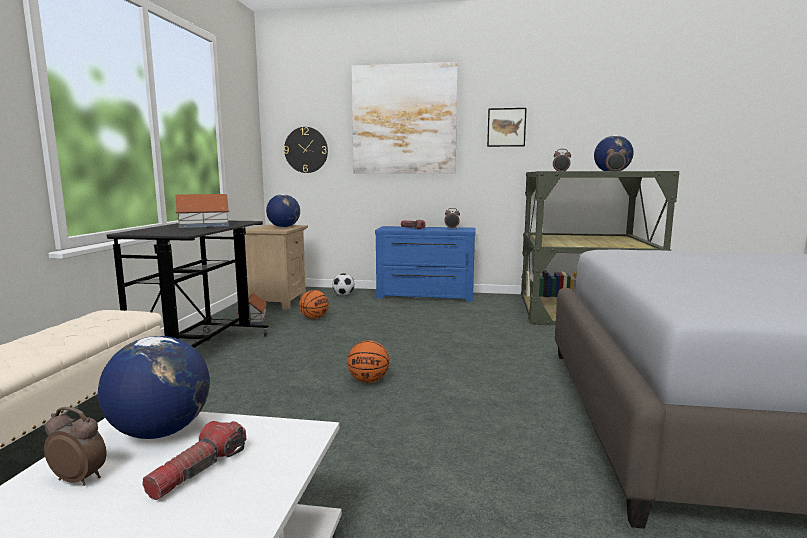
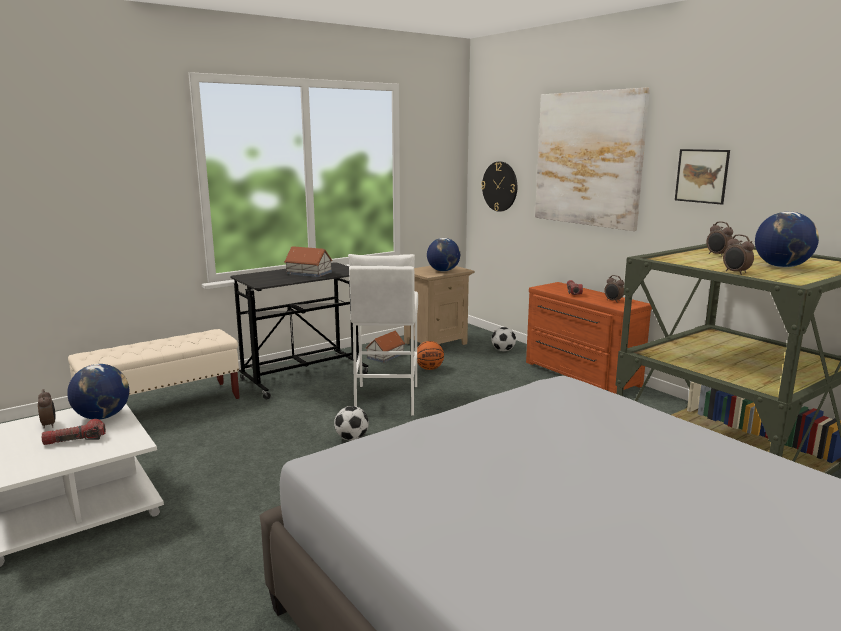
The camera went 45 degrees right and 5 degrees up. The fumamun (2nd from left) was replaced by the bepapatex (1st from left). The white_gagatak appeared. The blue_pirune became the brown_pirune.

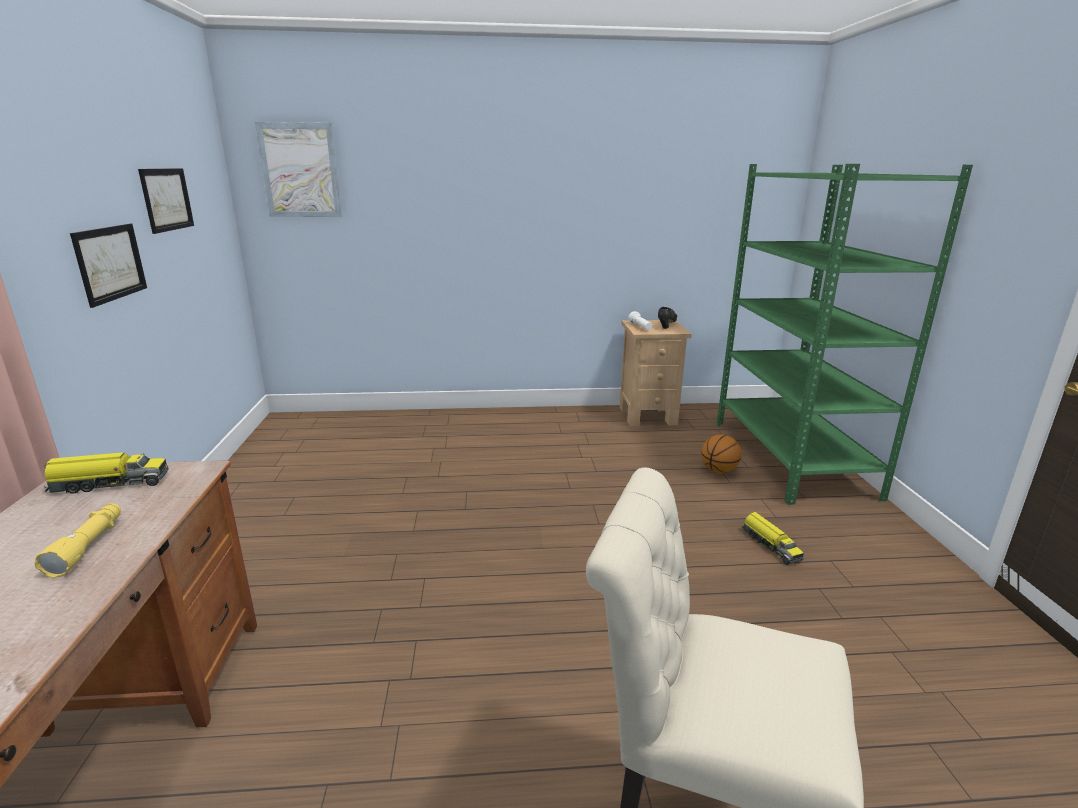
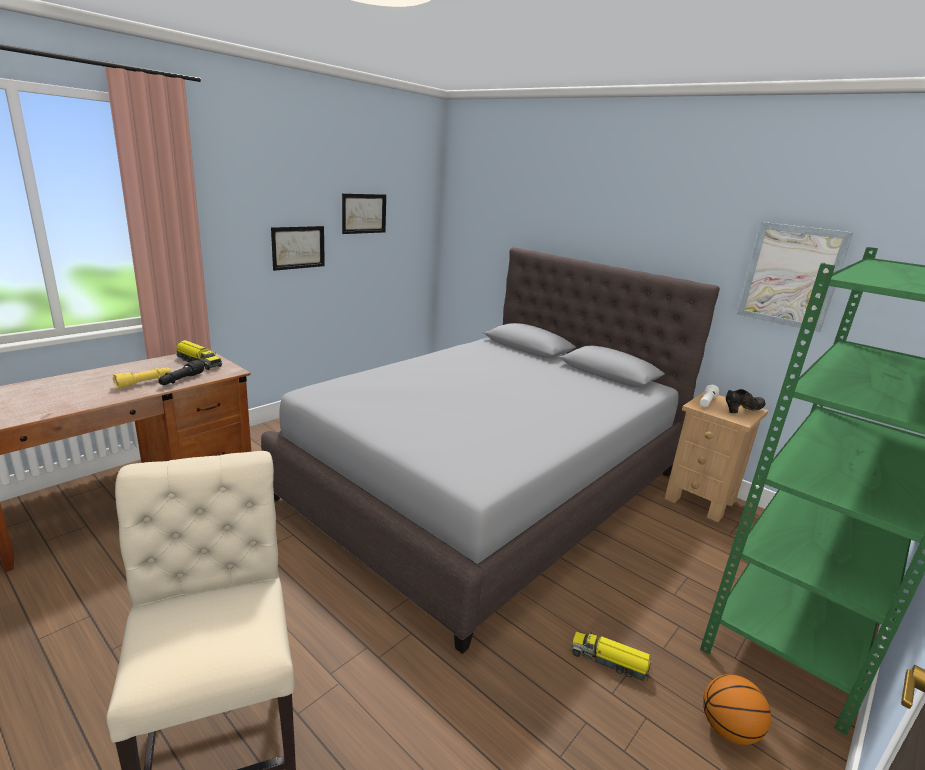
The camera went 45 degrees right and 0 degrees up. The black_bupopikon appeared. The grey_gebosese appeared. The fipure (2nd from left) turned 90 degrees clockwise. The fumamun moved. The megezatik (3rd from left) moved.

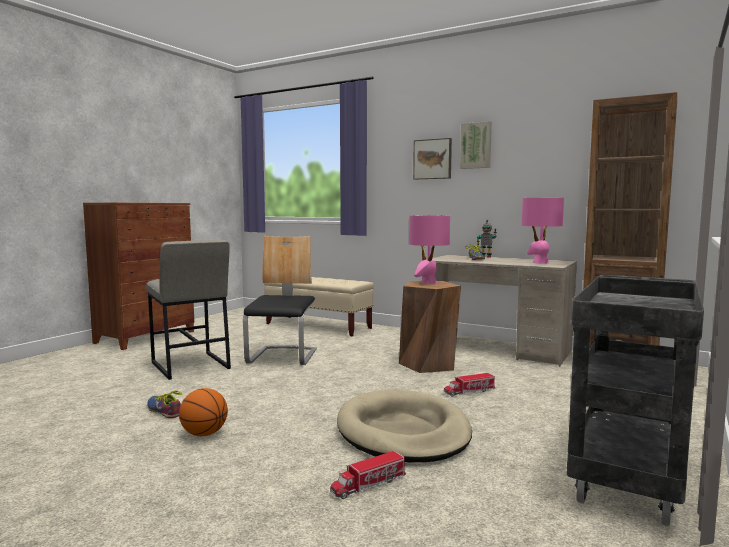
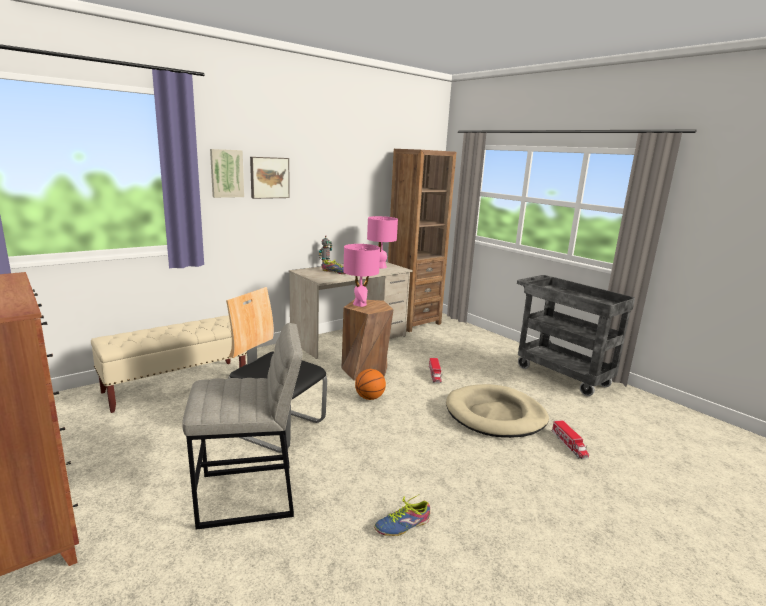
The camera went 70 degrees left and 10 degrees up. The megezatik (2nd from left in the first image) moved. The fumamun moved.

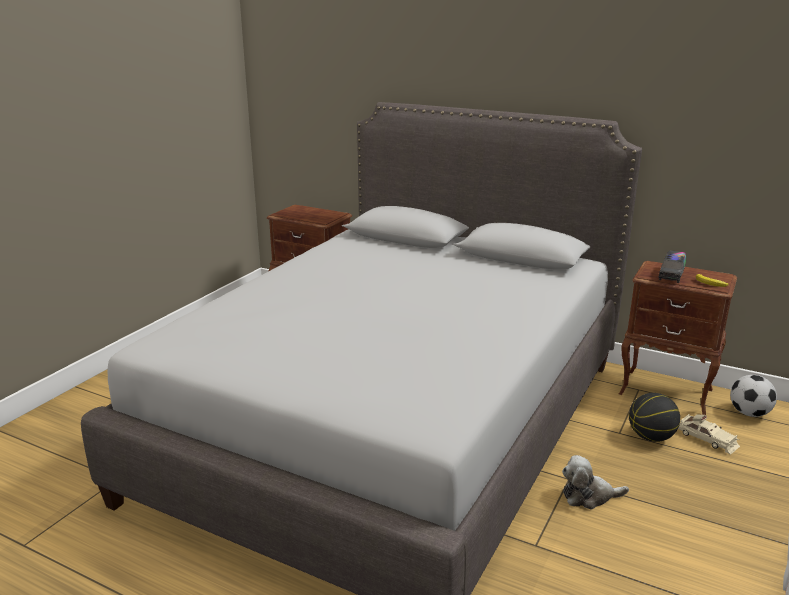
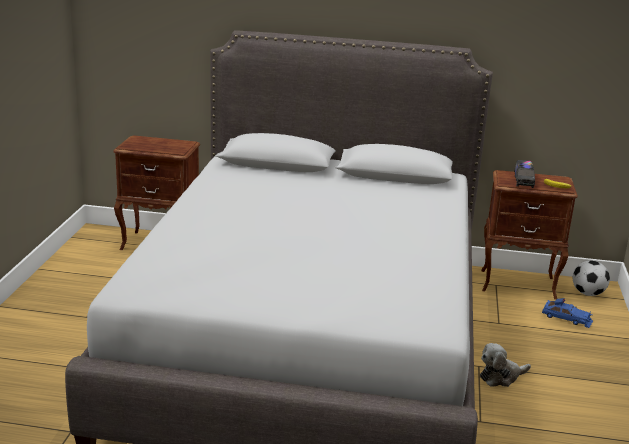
The camera went 20 degrees left and 0 degrees up. The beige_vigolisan became the blue_vigolisan. The fumamun disappeared.

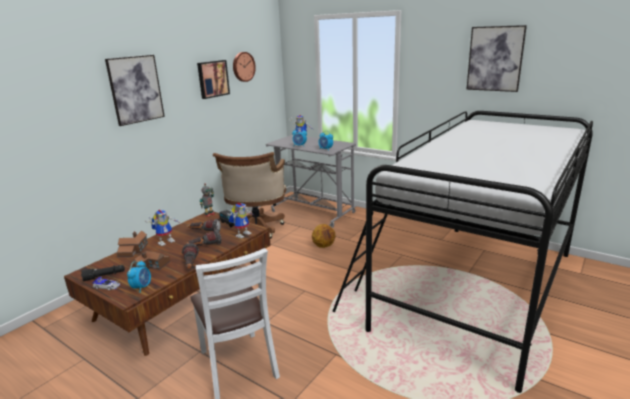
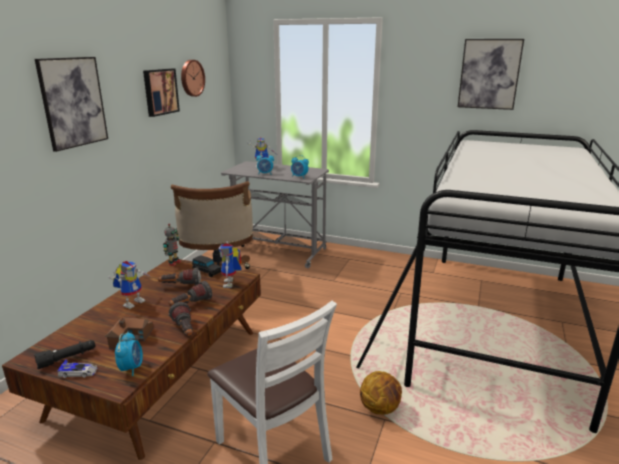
The camera went 15 degrees left and 0 degrees up. The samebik (3rd from left) turned 150 degrees clockwise. The fumamun moved. The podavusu (1st from left) disappeared.

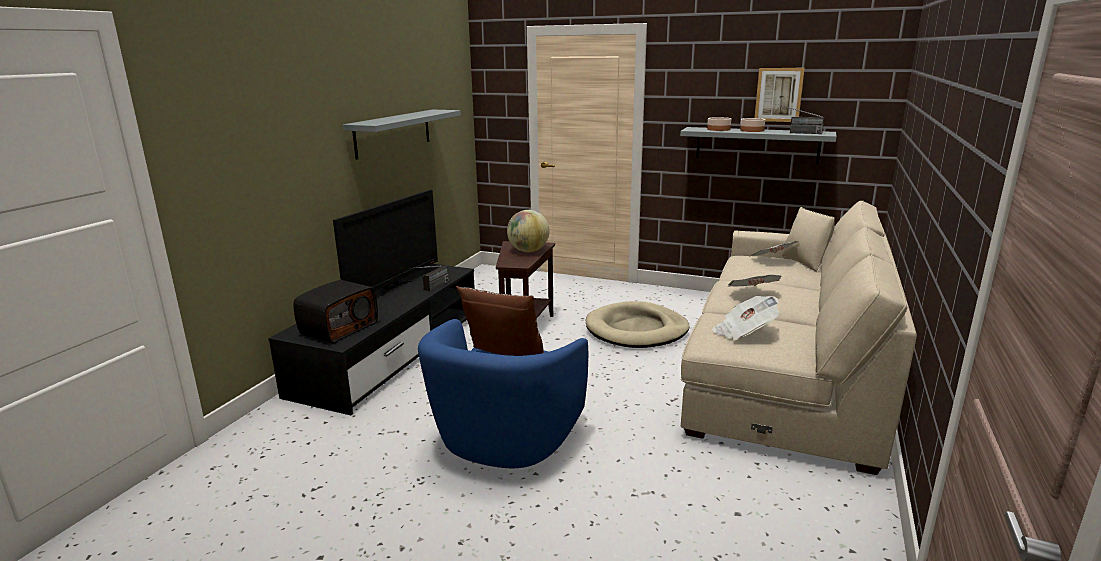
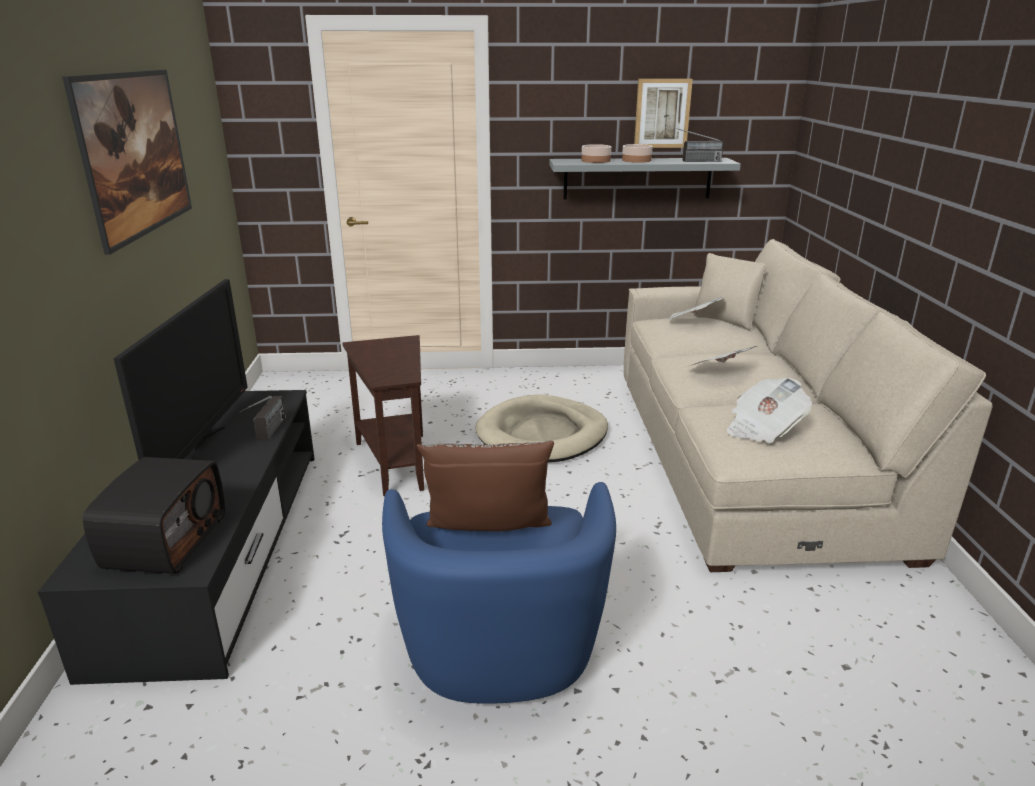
The camera went 25 degrees left and 5 degrees up. The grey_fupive (1st from left) was replaced by the megezatik (1st from left). The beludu disappeared.

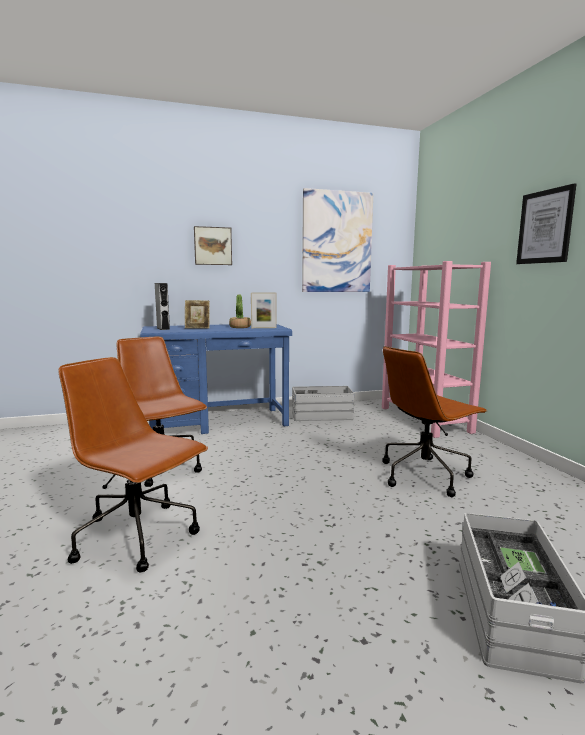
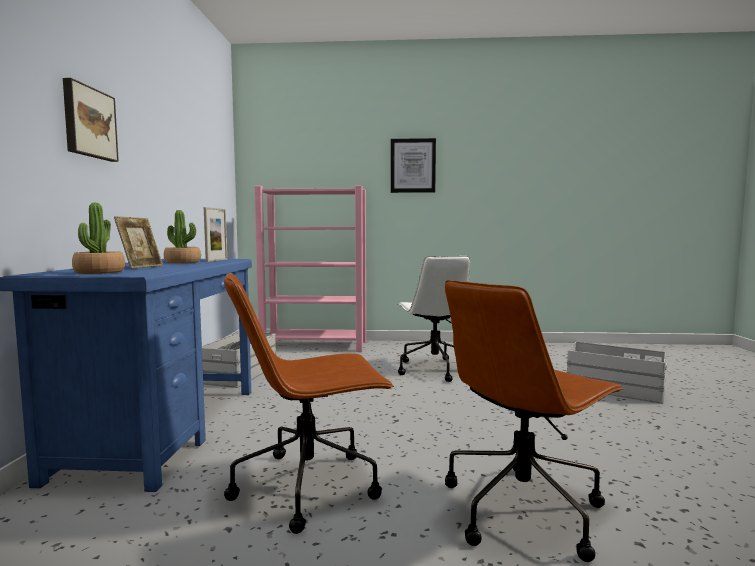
The camera went 70 degrees left and 5 degrees down. The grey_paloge was replaced by the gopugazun (1st from left). The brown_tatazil (3rd from left) became the white_tatazil. The megezatik (2nd from left) disappeared.

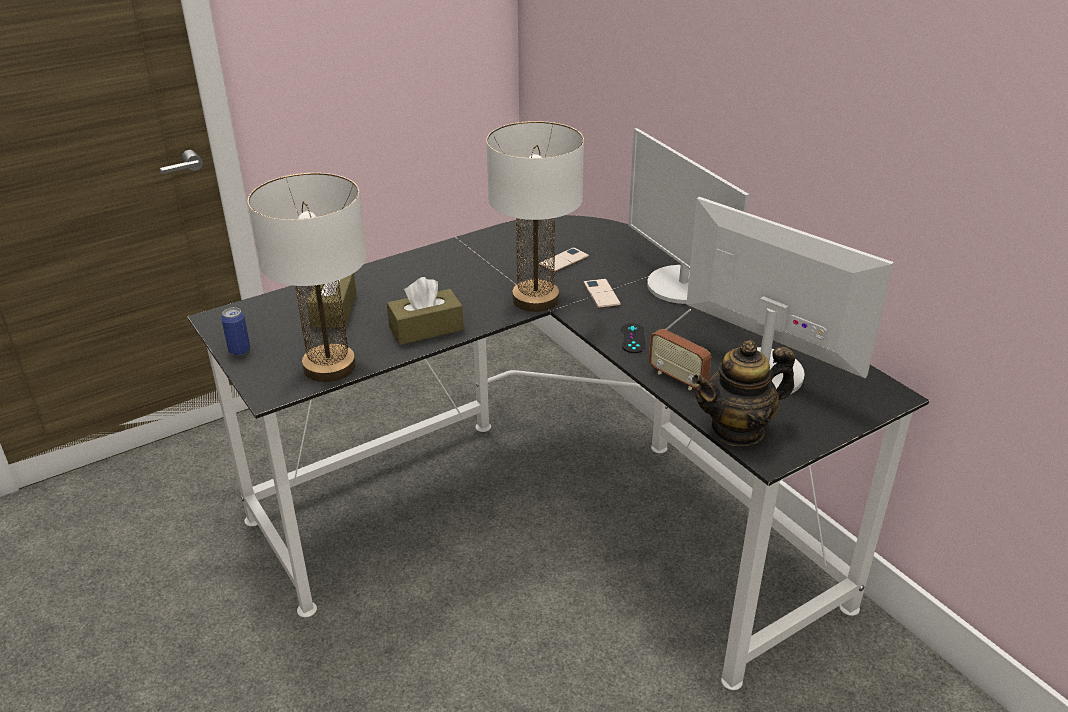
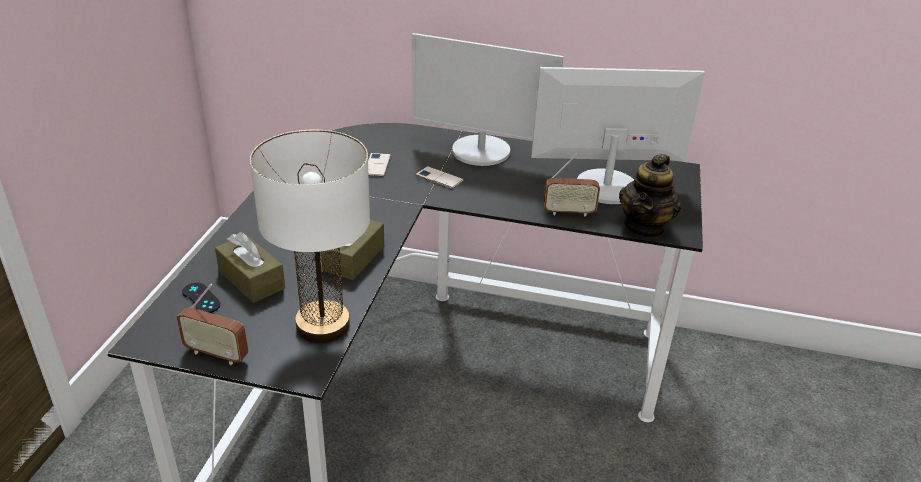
The camera went 45 degrees left and 0 degrees up. The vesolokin was replaced by the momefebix (1st from left). The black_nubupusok moved. The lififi (2nd from left) disappeared.

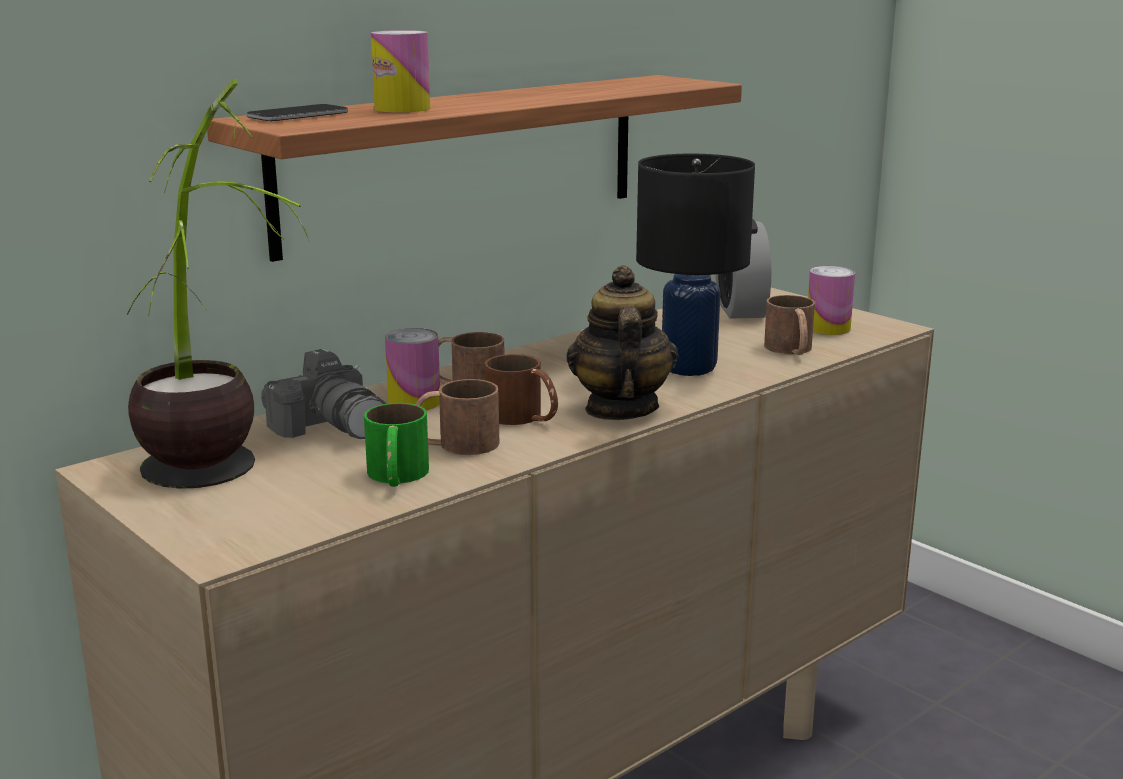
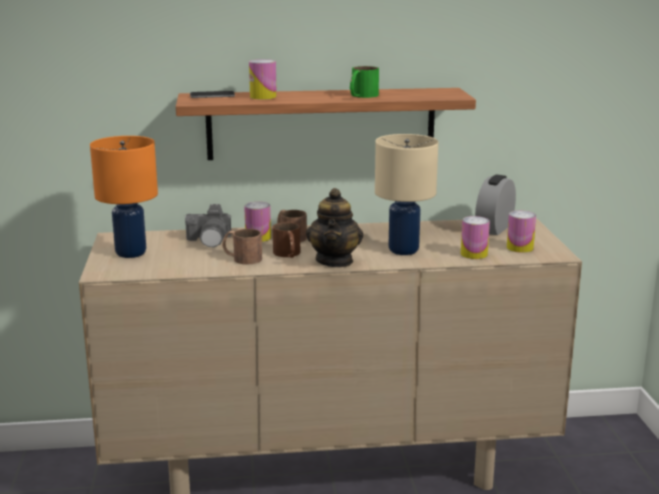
The camera went 35 degrees right and 0 degrees up. The gopugazun was replaced by the orange_lififi. The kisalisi turned 150 degrees clockwise. The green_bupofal moved. The black_lififi became the beige_lififi. The brown_bupofal (4th from left) was replaced by the vesolokin (3rd from left).

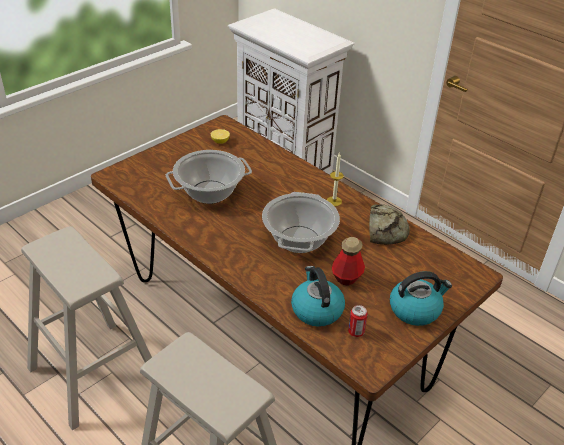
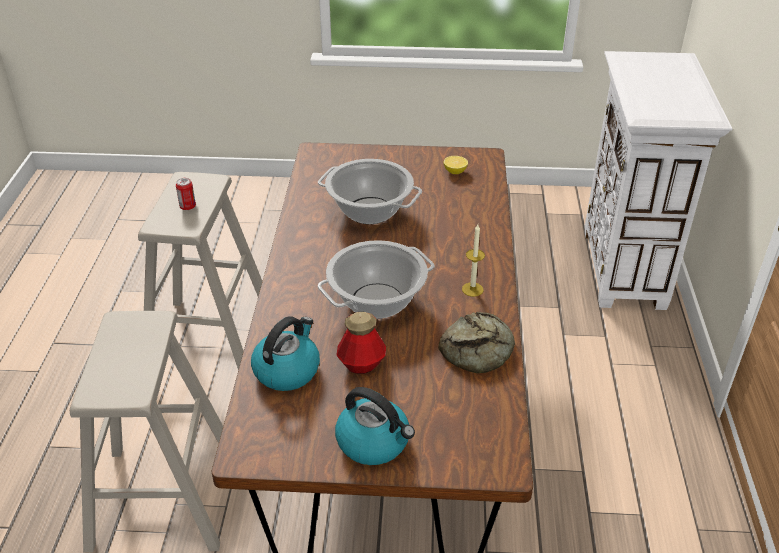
The camera went 50 degrees right and 0 degrees up. The vesolokin moved.

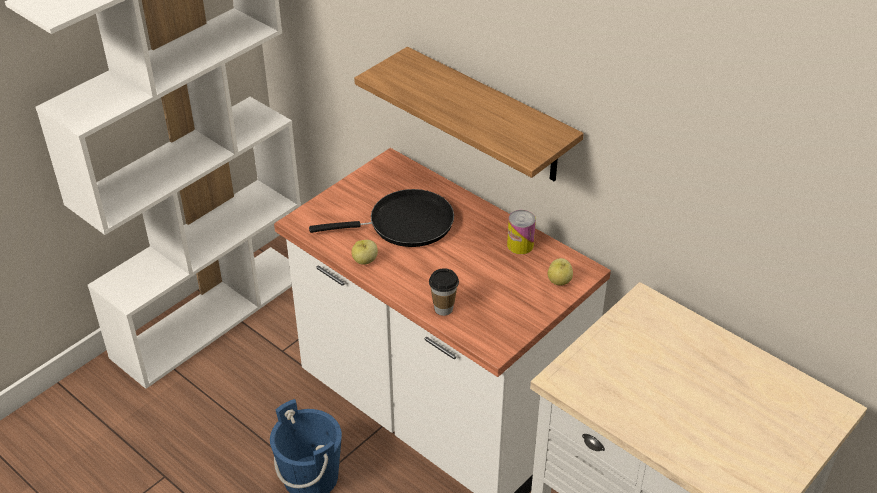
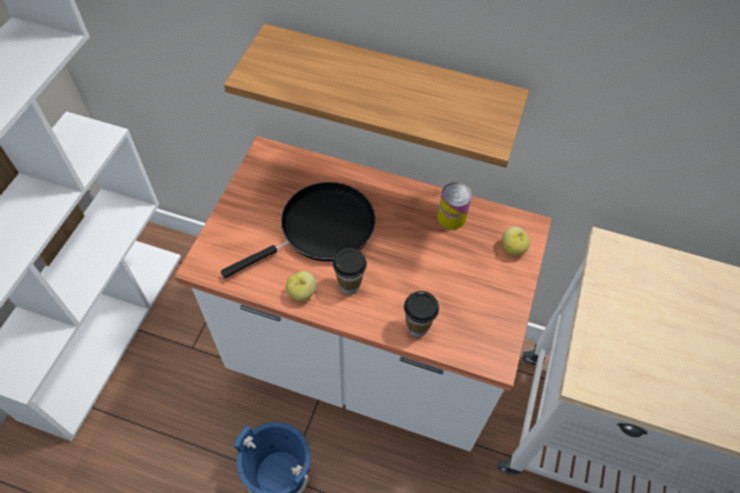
The camera went 25 degrees left and 15 degrees up. The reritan (1st from left) appeared.

